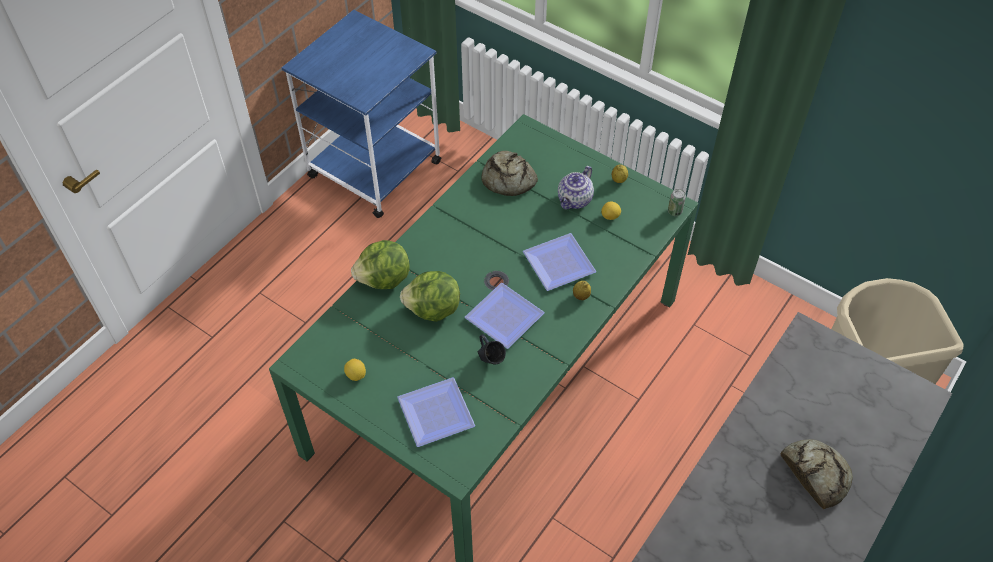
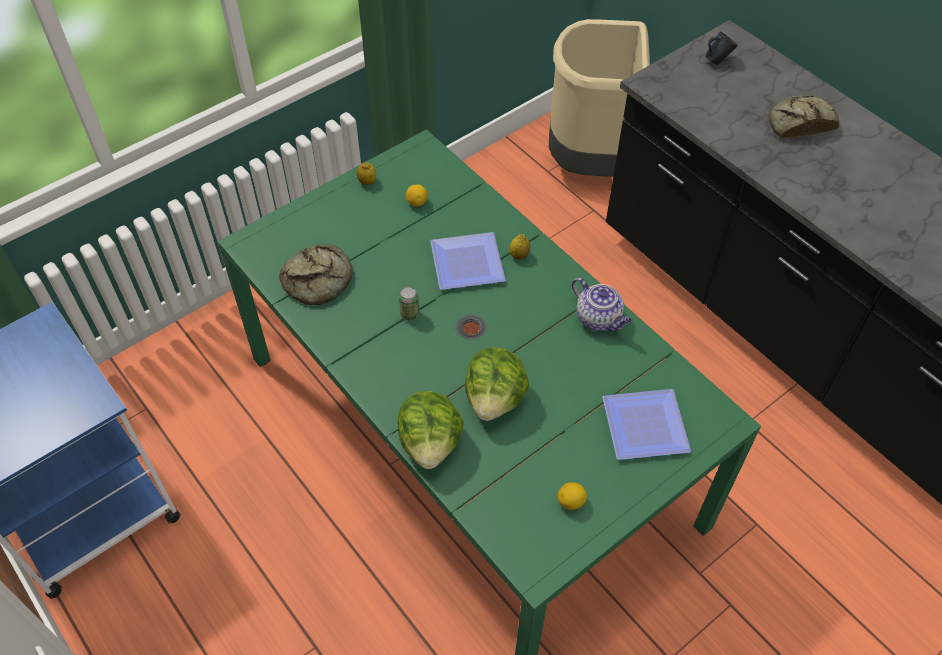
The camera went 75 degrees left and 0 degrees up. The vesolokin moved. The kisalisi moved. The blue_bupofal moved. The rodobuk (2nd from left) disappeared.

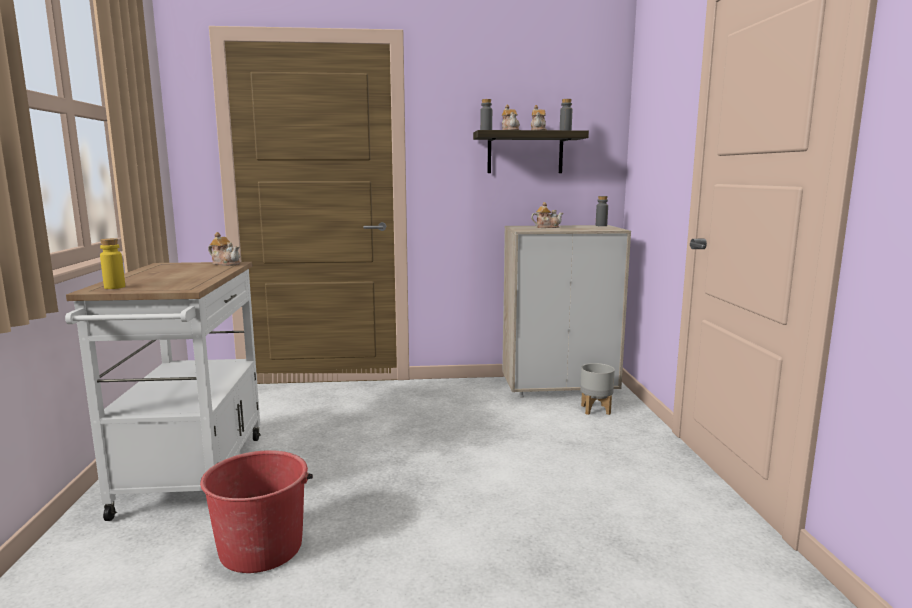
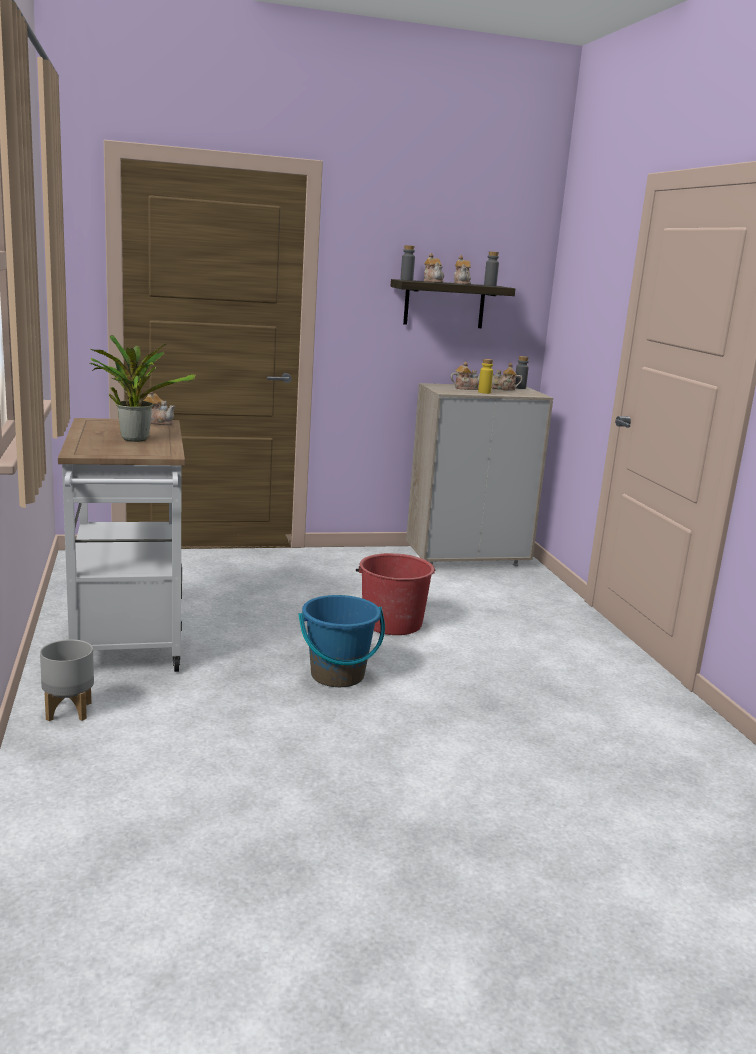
The camera went 10 degrees left and 5 degrees up. The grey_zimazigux moved. The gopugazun appeared. The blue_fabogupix appeared. The red_fabogupix moved. The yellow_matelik moved. The kisalisi (5th from left) appeared.

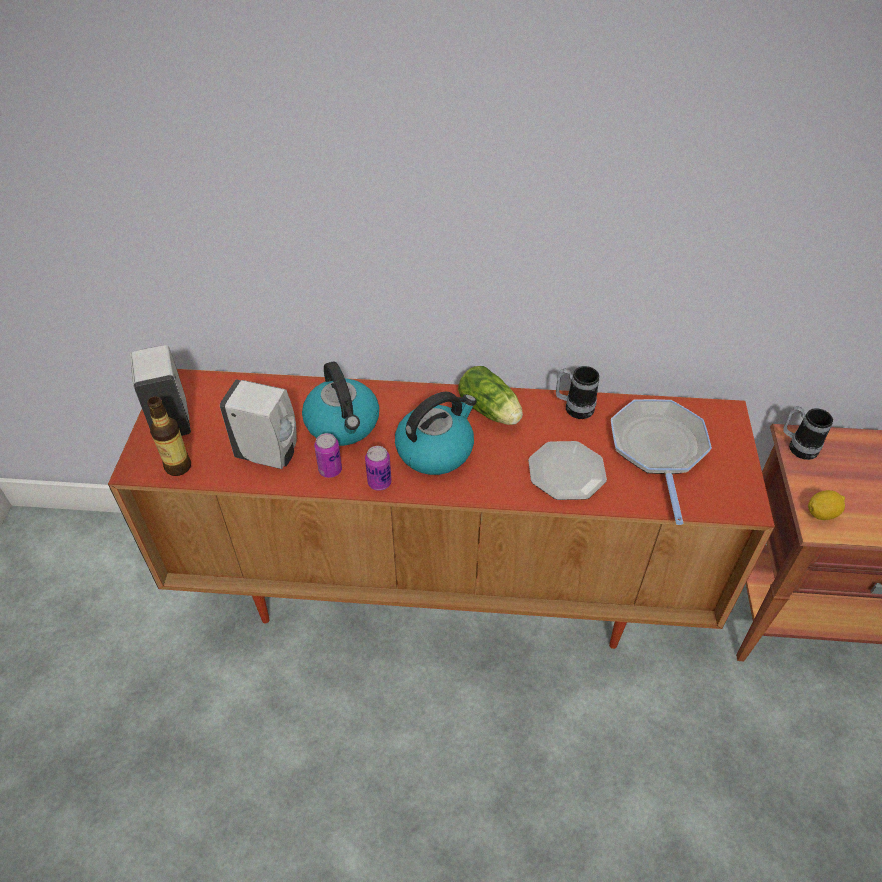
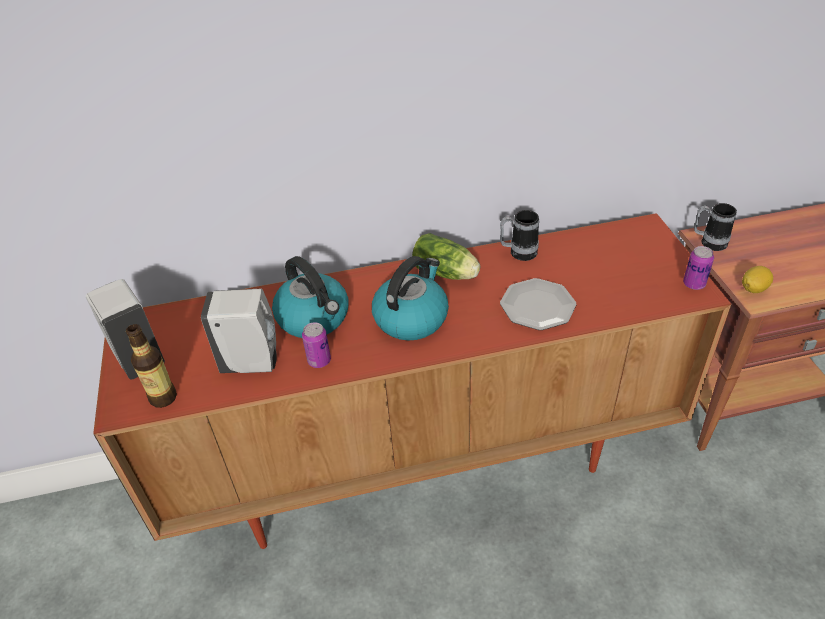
The camera went 15 degrees left and 5 degrees down. The vesolokin (2nd from left) moved. The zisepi disappeared.

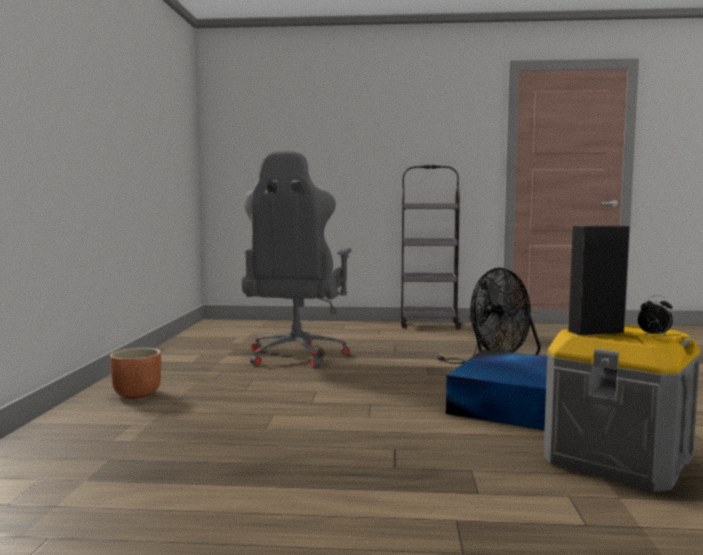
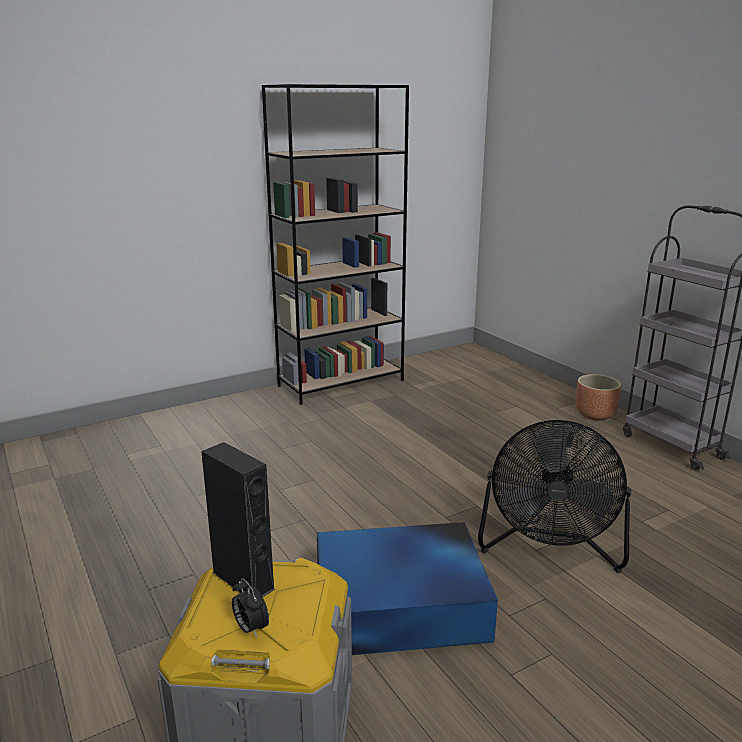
The camera went 55 degrees right and 15 degrees up. The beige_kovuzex appeared. The brown_zimazigux moved. The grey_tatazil disappeared.

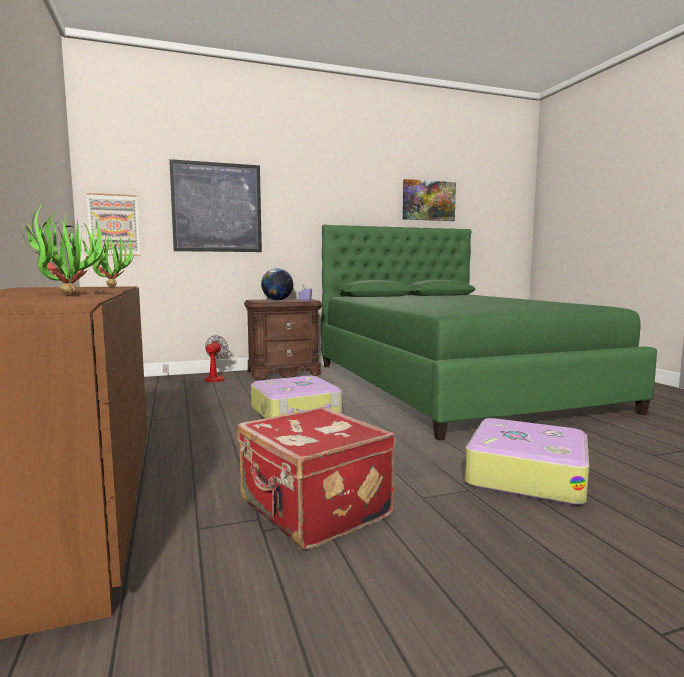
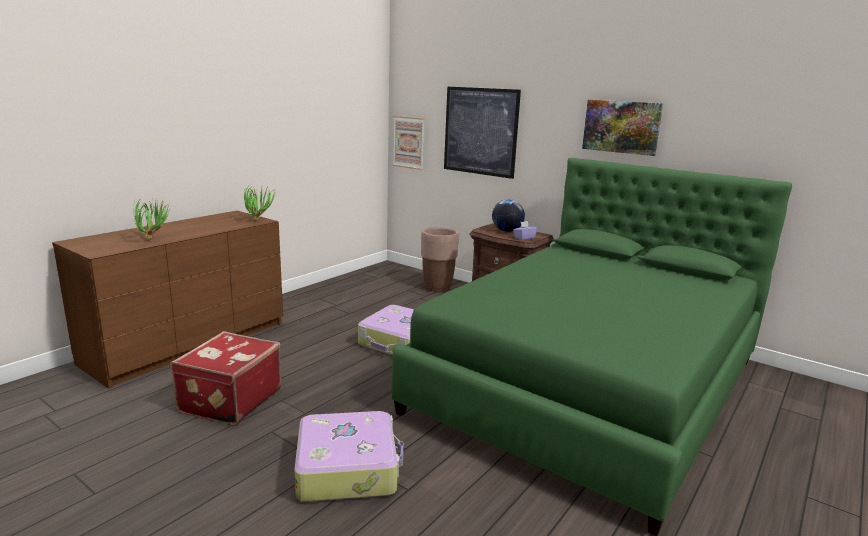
The camera went 55 degrees right and 10 degrees up. The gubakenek was replaced by the brown_zimazigux. The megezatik (3rd from left) moved.

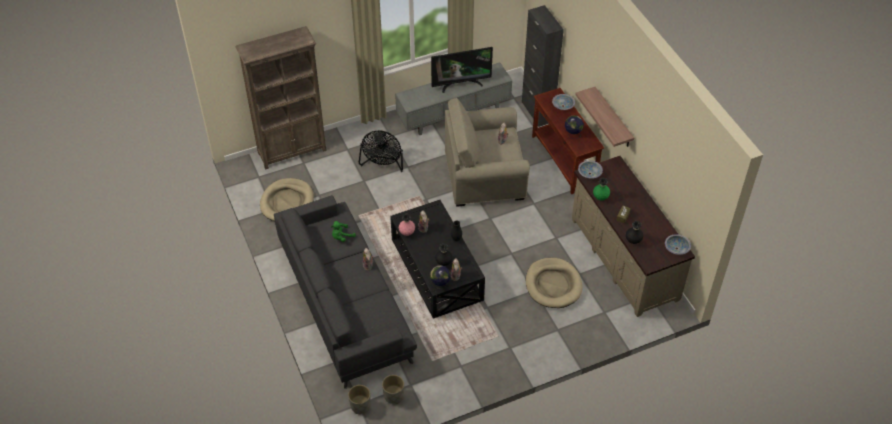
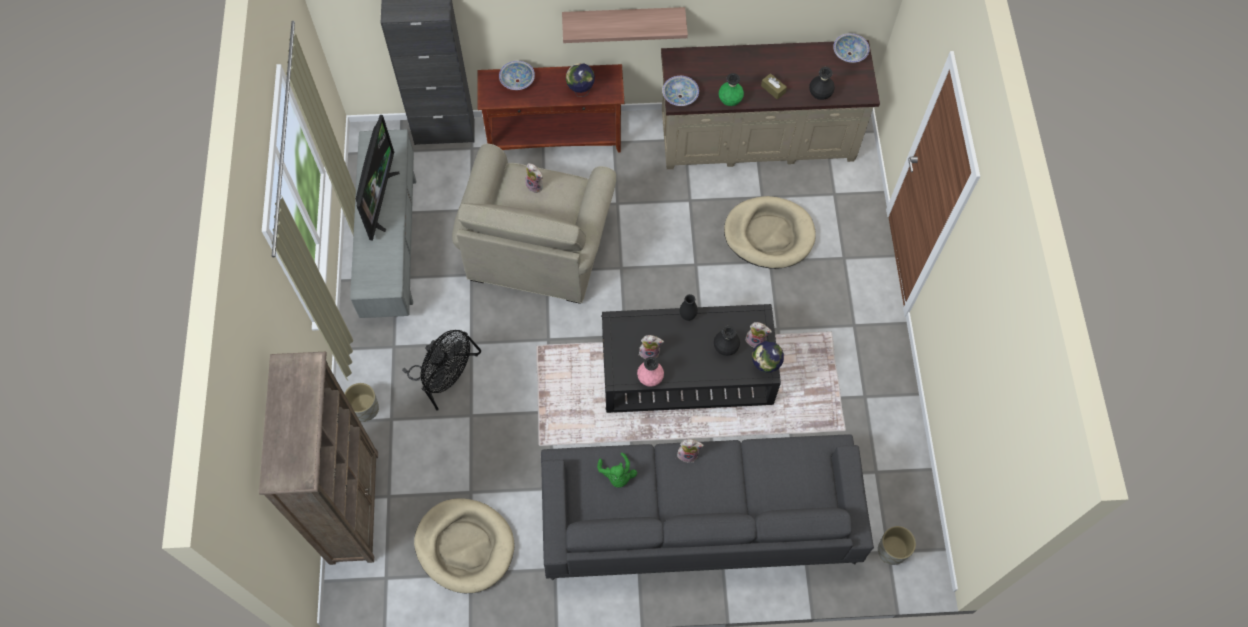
The camera went 70 degrees left and 15 degrees up. The grey_zimazigux (2nd from left in the first image) moved.

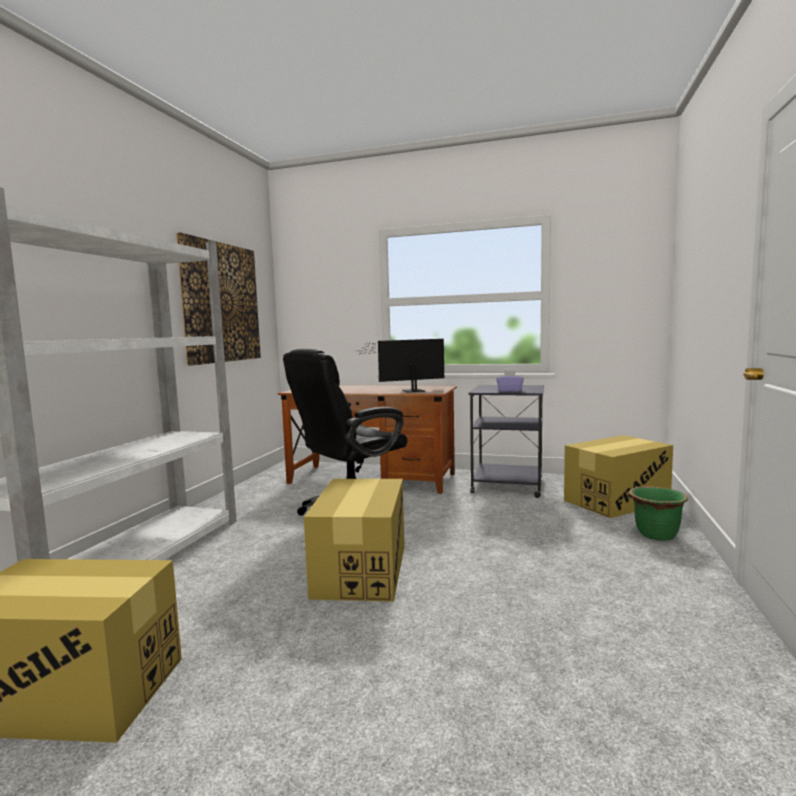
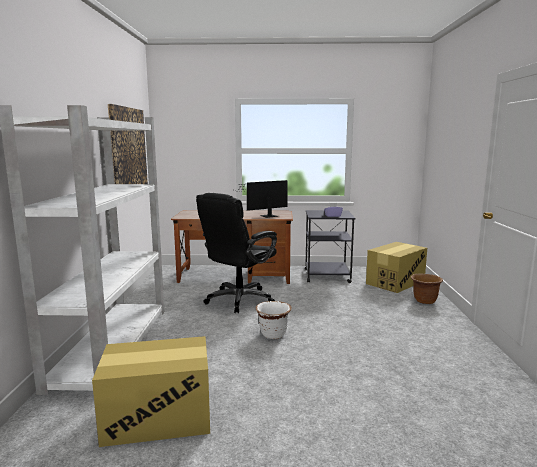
The camera went 15 degrees left and 5 degrees up. The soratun (2nd from left) was replaced by the white_zimazigux. The green_zimazigux became the brown_zimazigux.

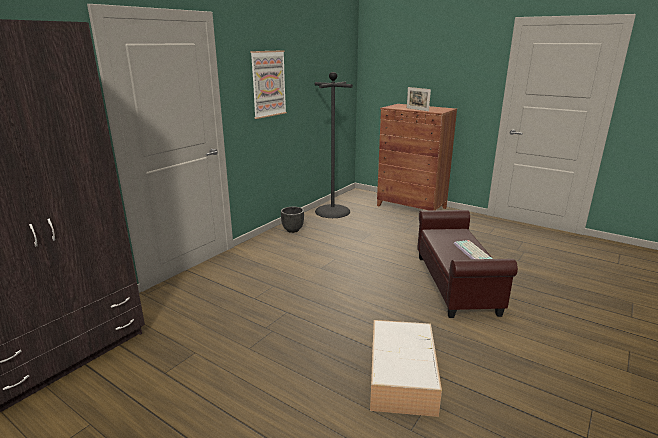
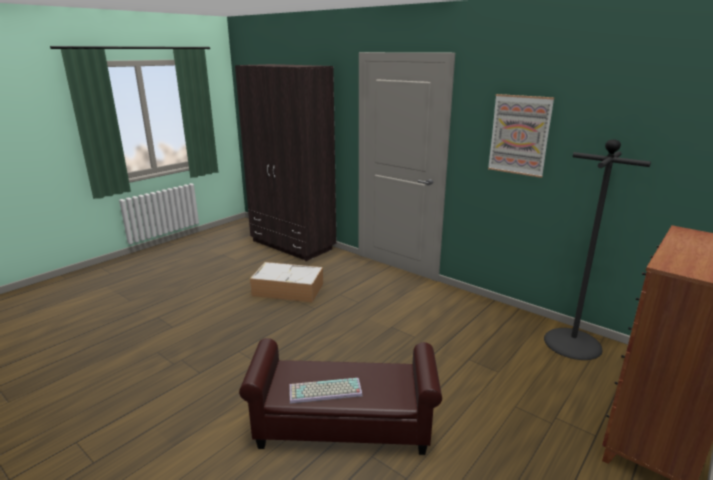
The camera went 95 degrees right and 0 degrees up. The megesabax moved. The black_zimazigux disappeared. The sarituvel disappeared.

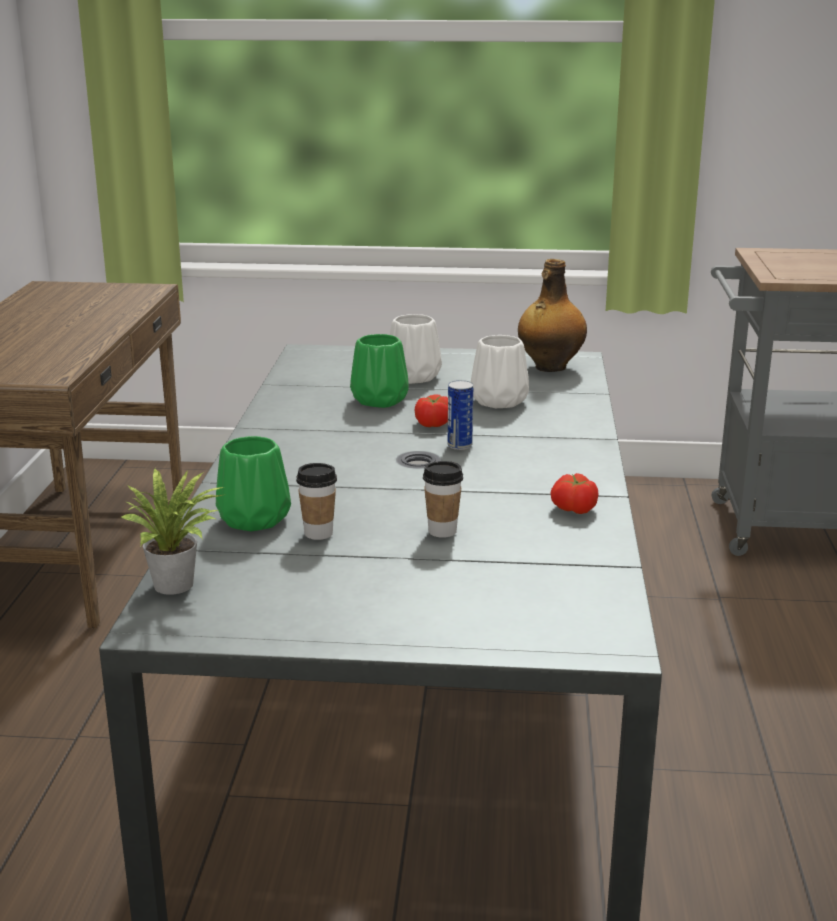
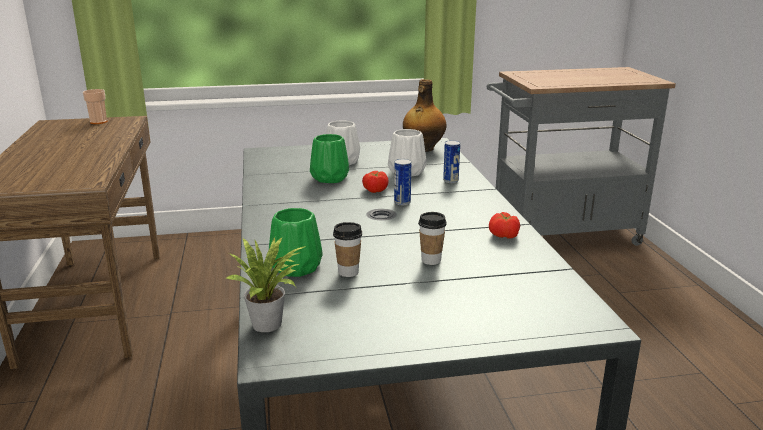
The camera went 15 degrees left and 0 degrees up. The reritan (1st from left) appeared. The vesolokin (2nd from left) appeared.

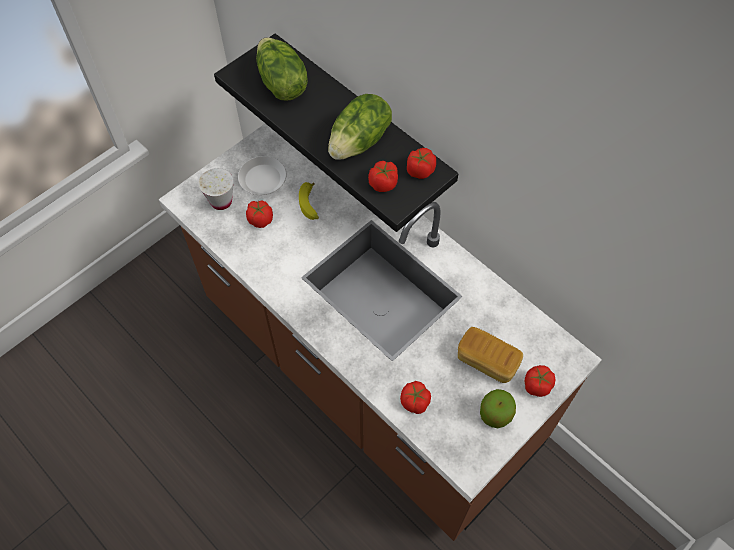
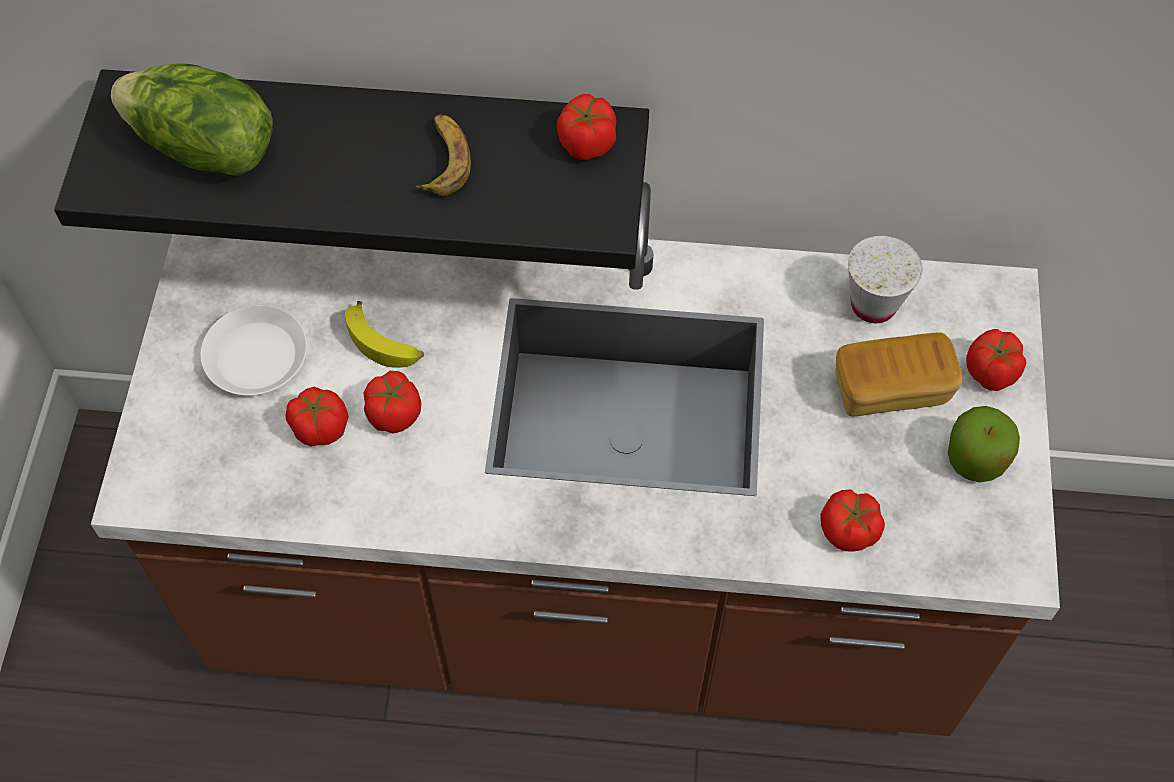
The camera went 40 degrees left and 0 degrees up. The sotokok (2nd from left) moved. The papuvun (2nd from left) was replaced by the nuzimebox (2nd from left). The white_reritan moved.

